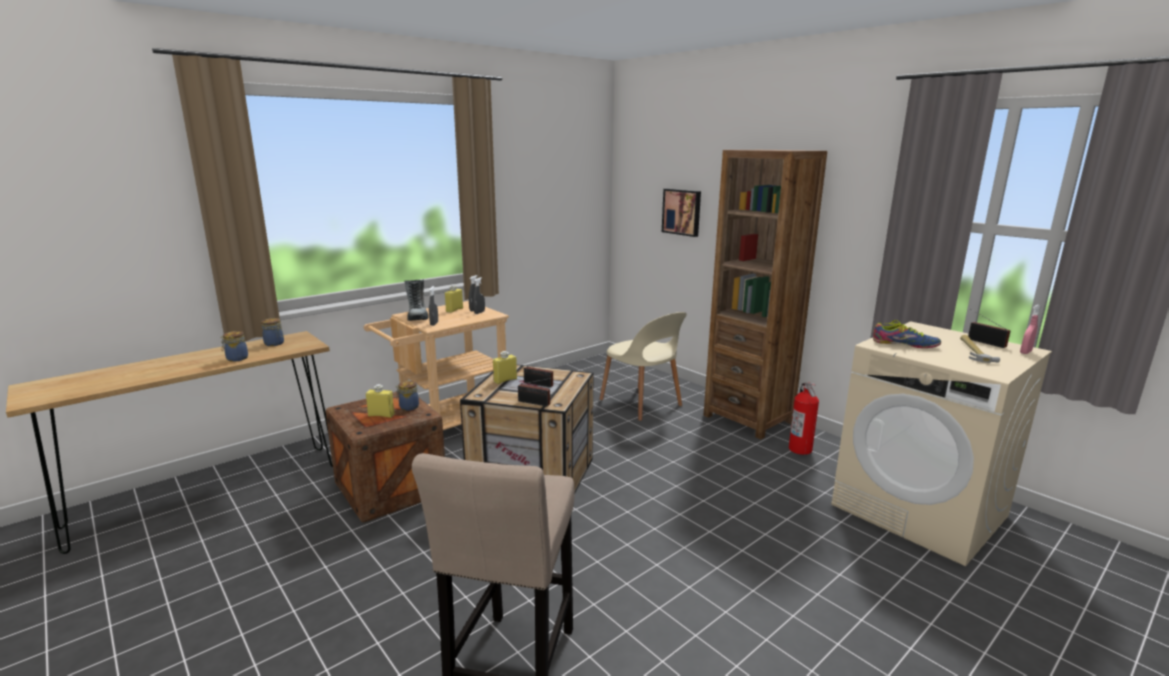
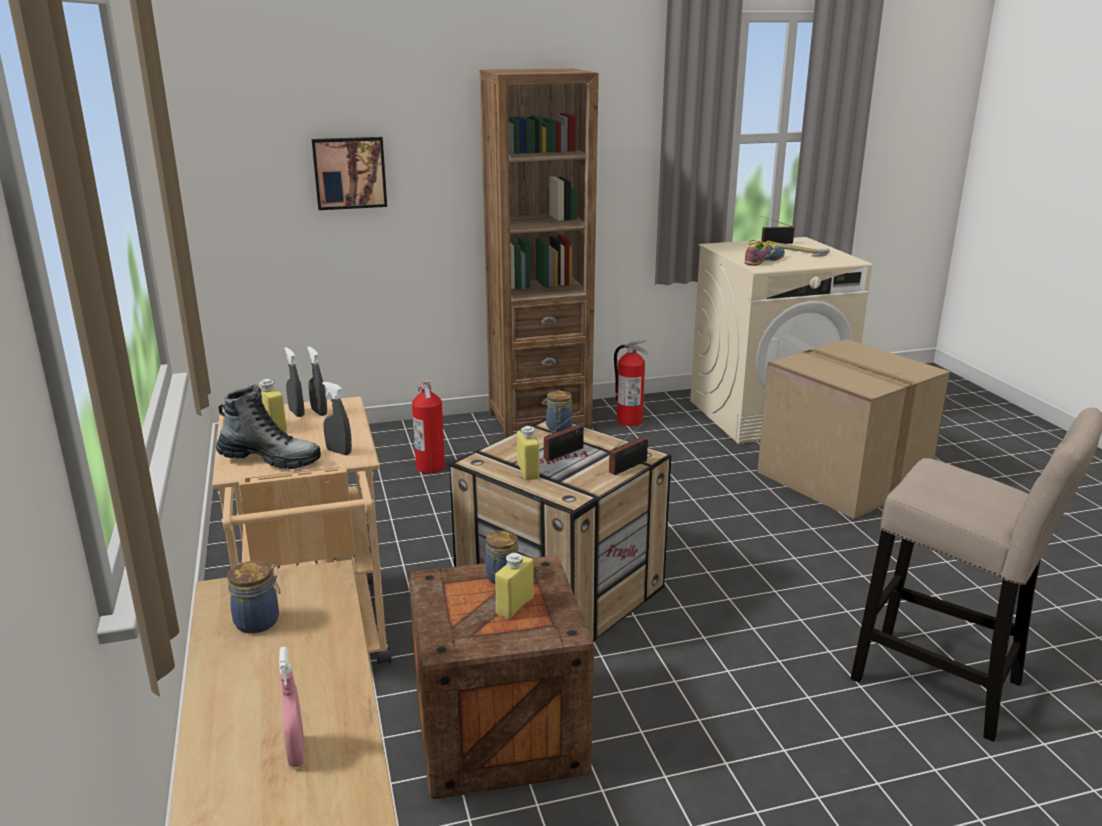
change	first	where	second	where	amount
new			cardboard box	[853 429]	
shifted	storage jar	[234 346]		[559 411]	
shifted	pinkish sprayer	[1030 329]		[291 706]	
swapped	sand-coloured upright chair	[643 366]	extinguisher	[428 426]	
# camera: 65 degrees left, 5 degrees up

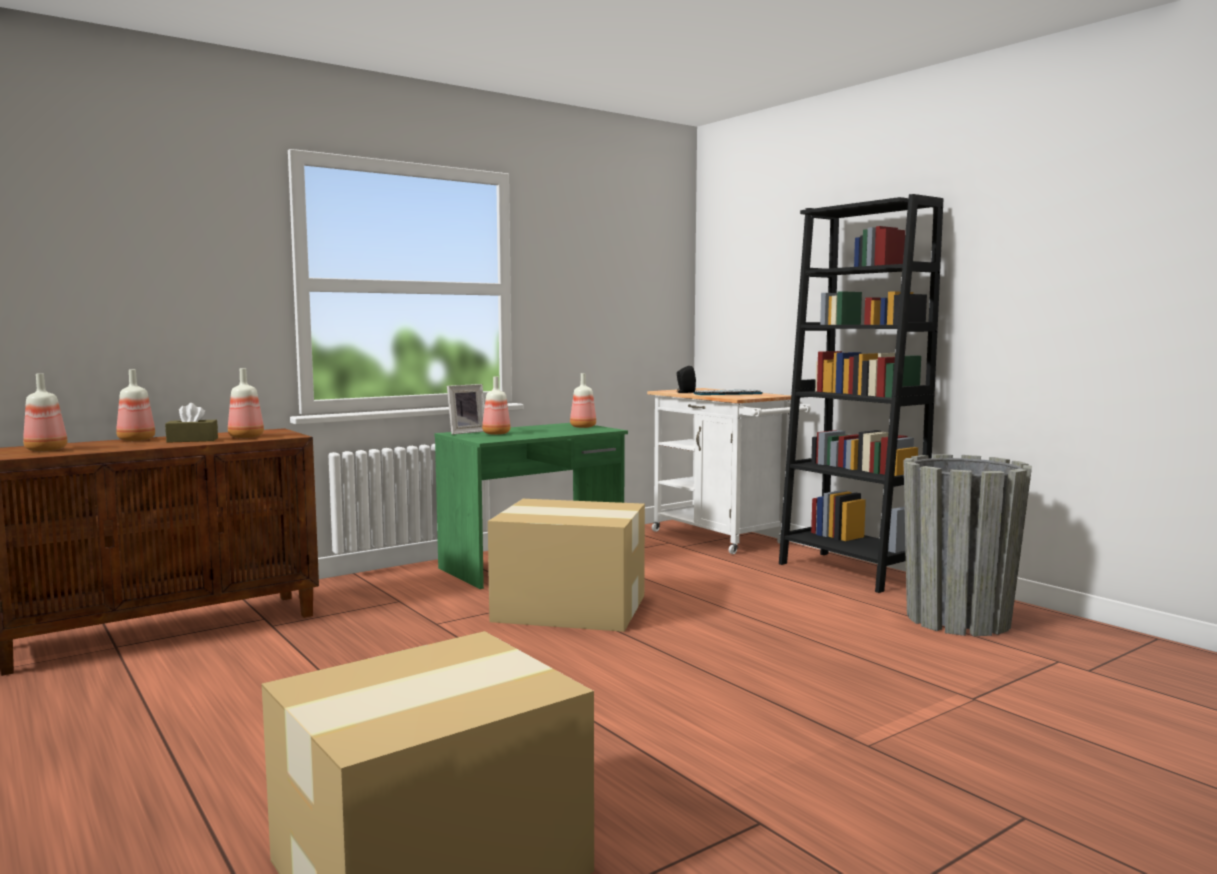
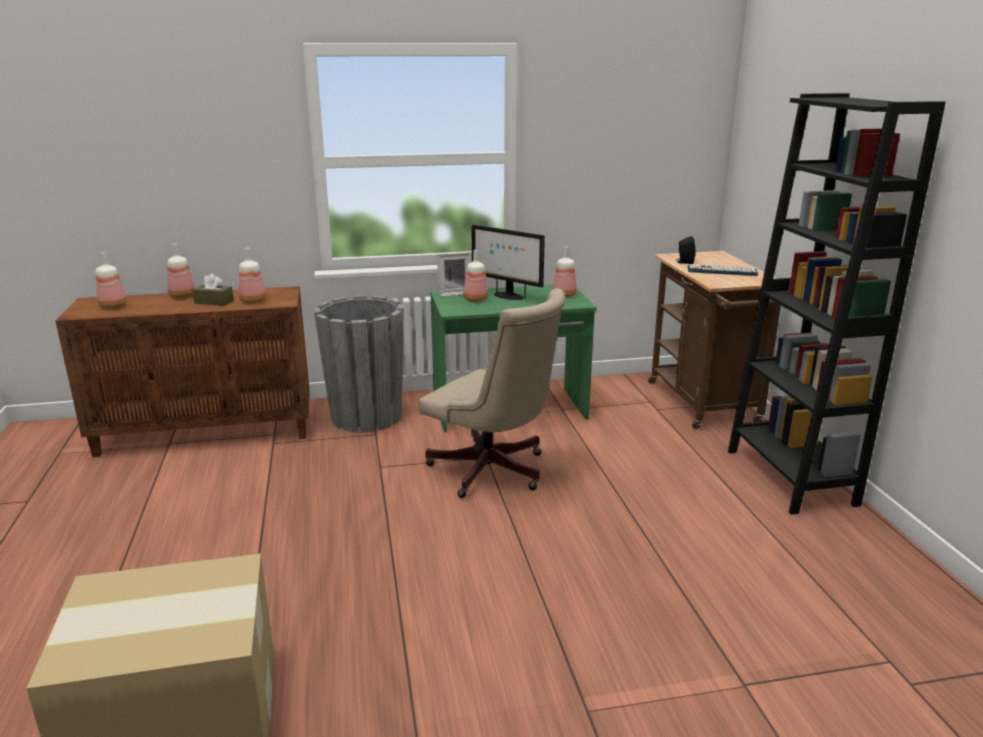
change	first	where	second	where	amount
new			computer screen	[508 262]	
shifted	gray flower pot	[967 545]		[359 364]	
swapped	cardboard box	[566 565]	sand-coloured computer chair	[492 393]	
repainted	white wheeled cart	[729 471]	brown wheeled cart	[714 340]	
# camera: 25 degrees right, 15 degrees up

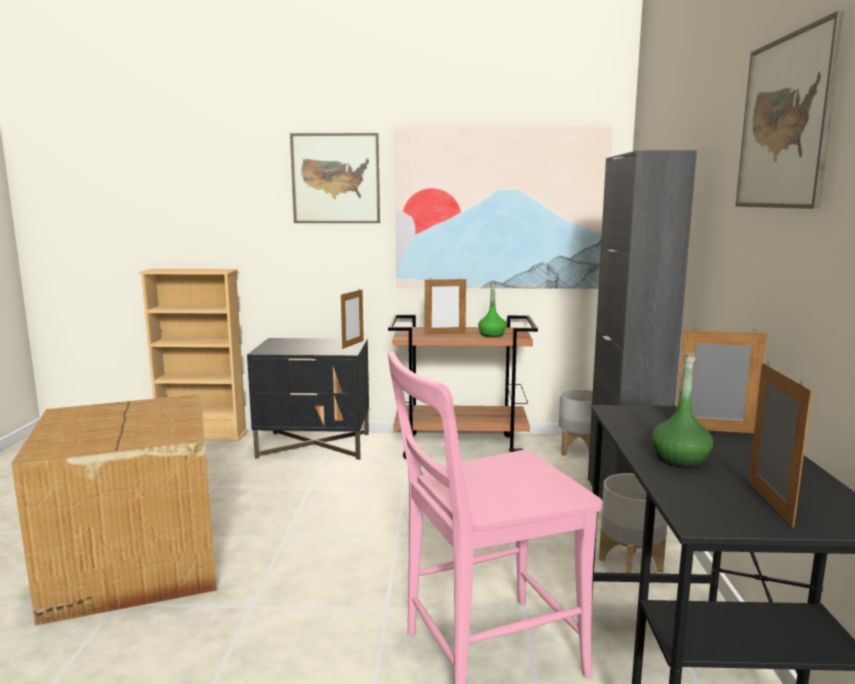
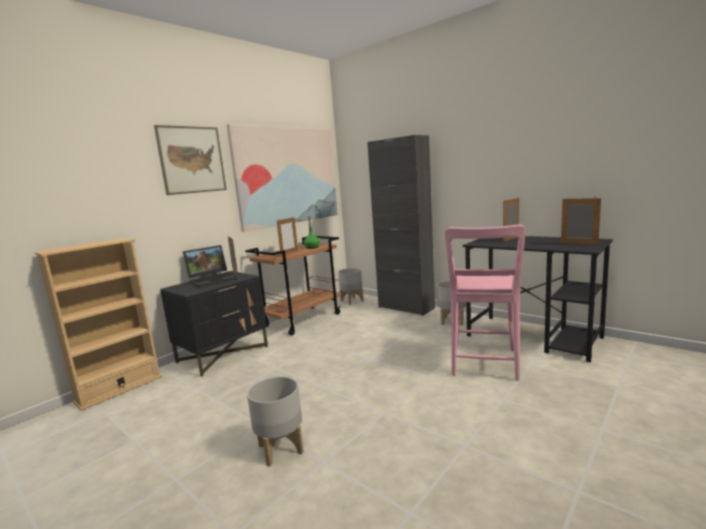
change	first	where	second	where	amount
gone	greenish bottle	[682 410]			
gone	wall picture	[790 109]			
new			laptop	[210 266]	
swapped	cardboard box	[114 510]	gray flower pot	[275 421]	
# camera: 50 degrees left, 0 degrees up

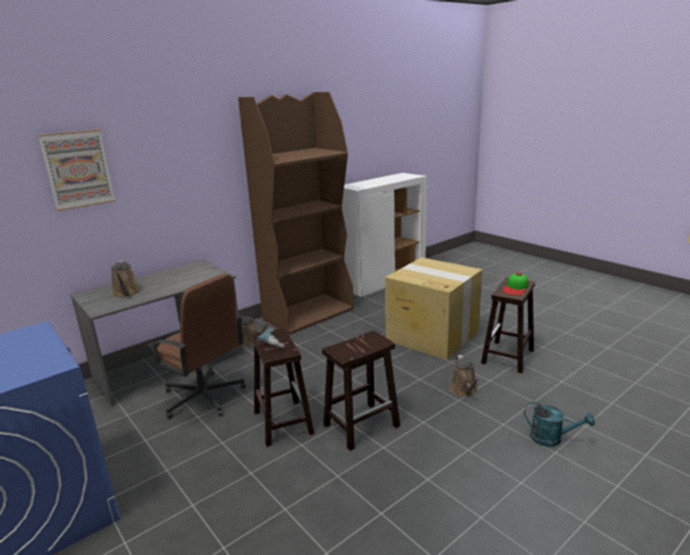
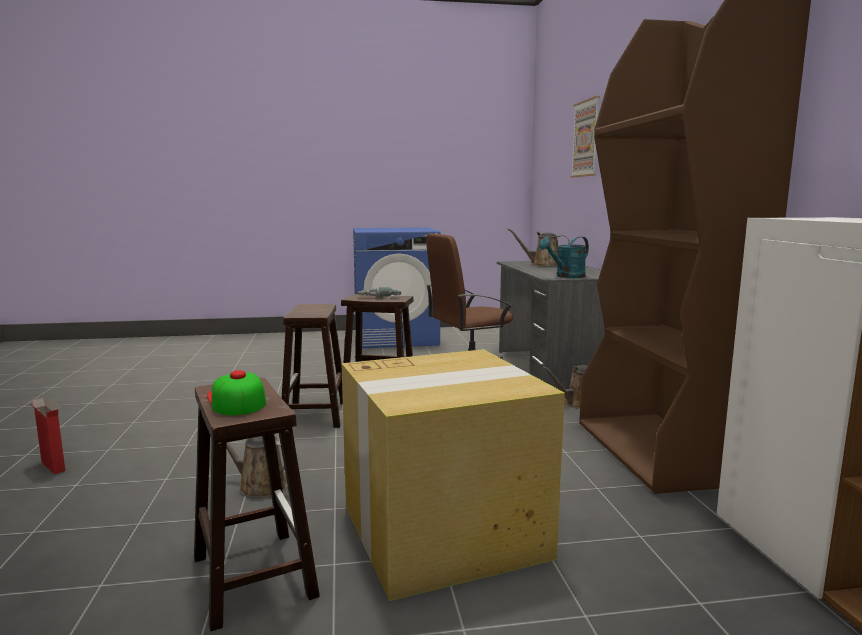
change	first	where	second	where	amount
new			cardboard box	[48 436]	
shifted	blue-green sprinkling can	[559 424]		[564 257]	
# camera: 120 degrees right, 10 degrees down

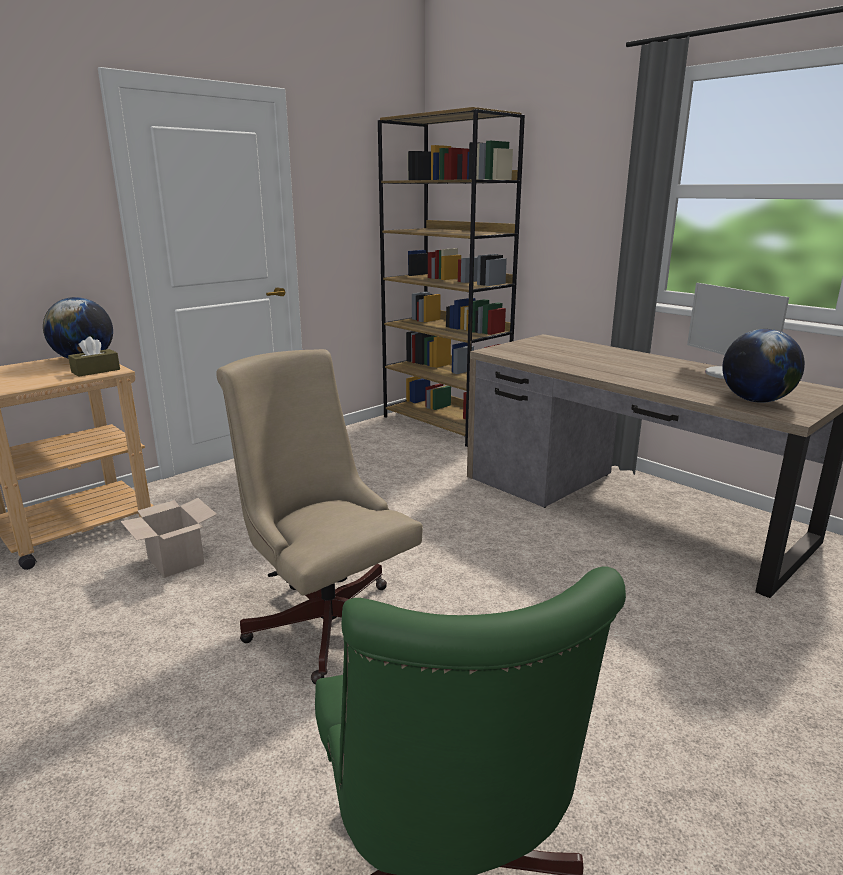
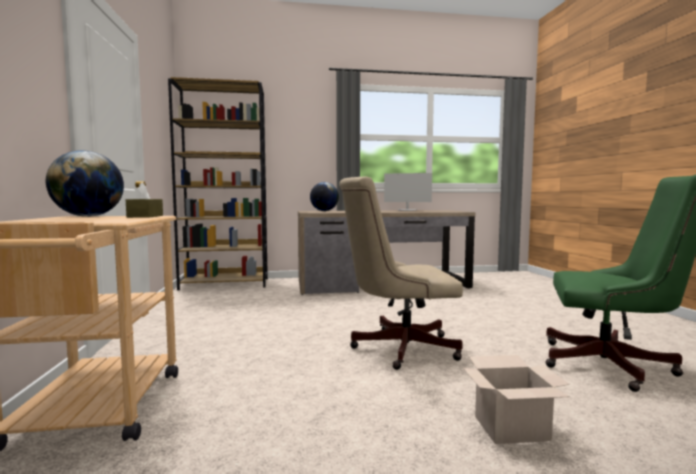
change	first	where	second	where	amount
shifted	cardboard box	[168 538]		[516 399]	
shifted	globe	[763 366]		[324 196]	
# camera: 55 degrees left, 15 degrees down

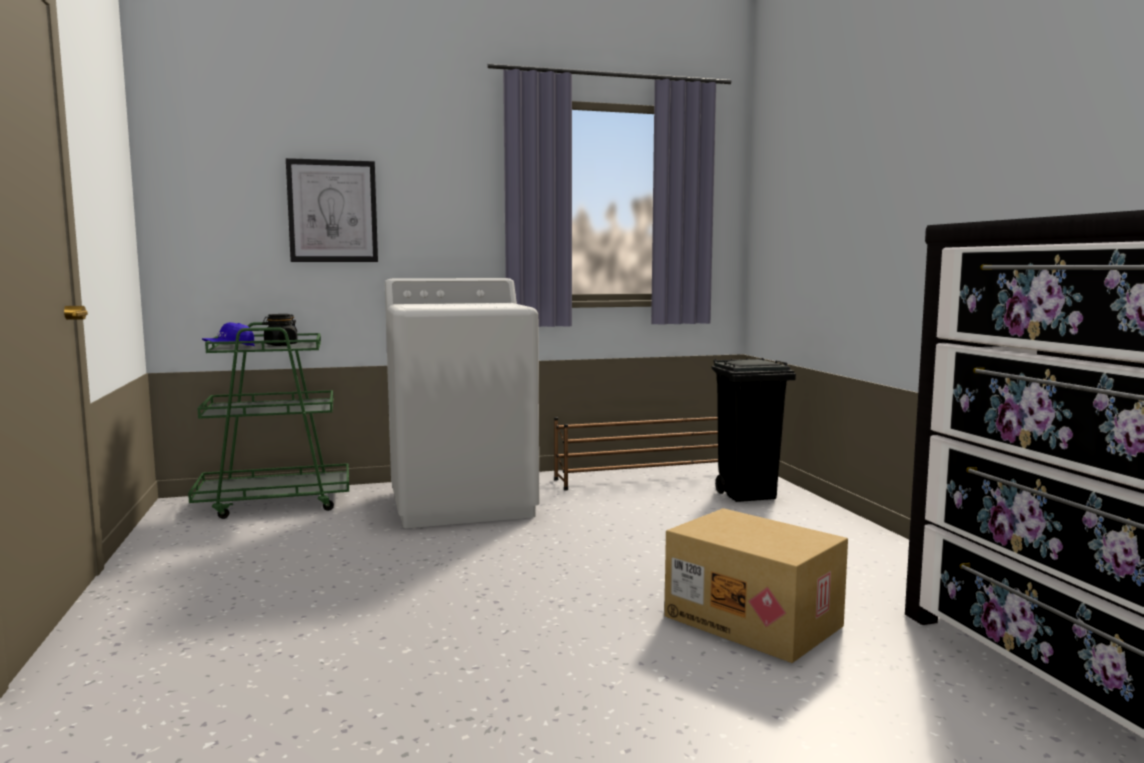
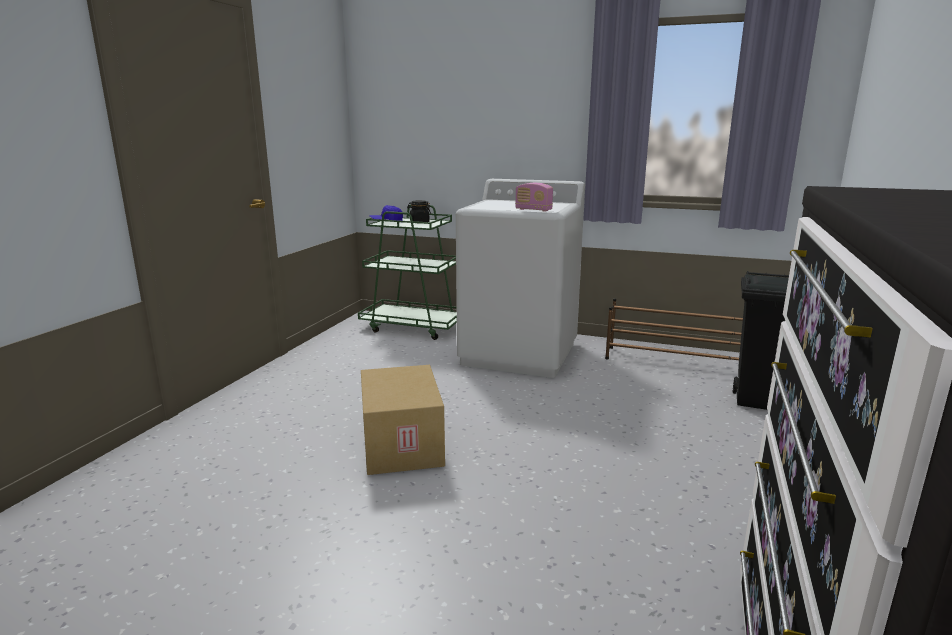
change	first	where	second	where	amount
gone	wall picture	[332 210]			
new			radio receiver	[534 197]	
shifted	cardboard box	[756 585]		[403 420]	
# camera: 35 degrees right, 10 degrees up

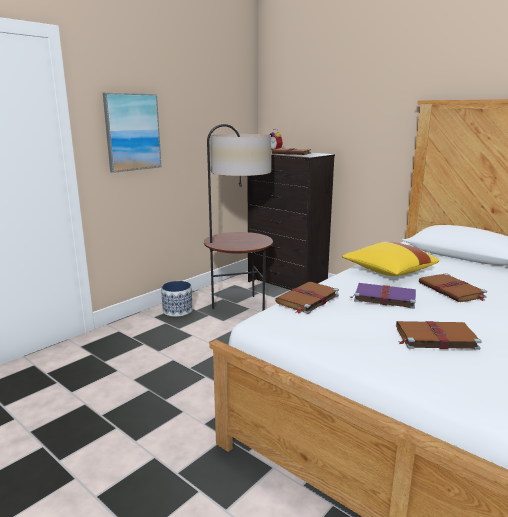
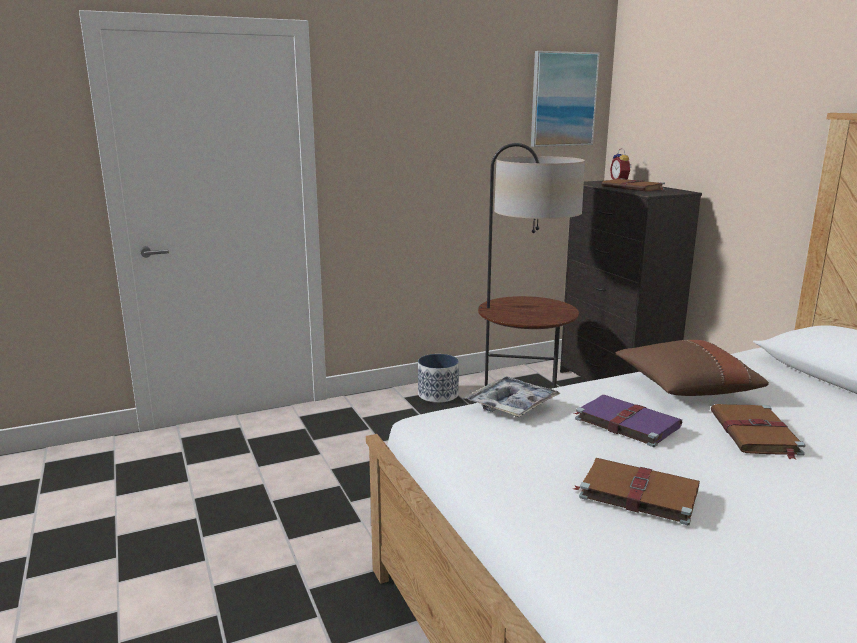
change	first	where	second	where	amount
shifted	wall picture	[132 133]		[565 99]	
swapped	brown bound book	[307 298]	tray	[513 396]	
repainted	yellow-coloured cushion	[390 258]	brown cushion	[692 368]	
# camera: 25 degrees right, 0 degrees up

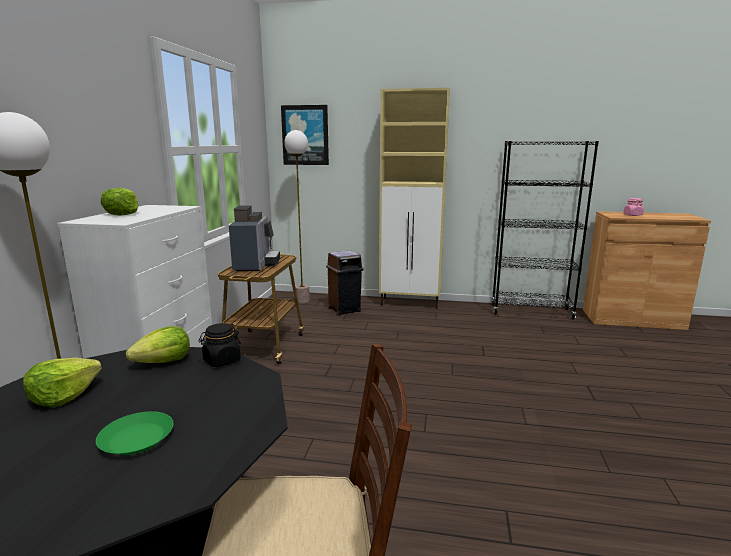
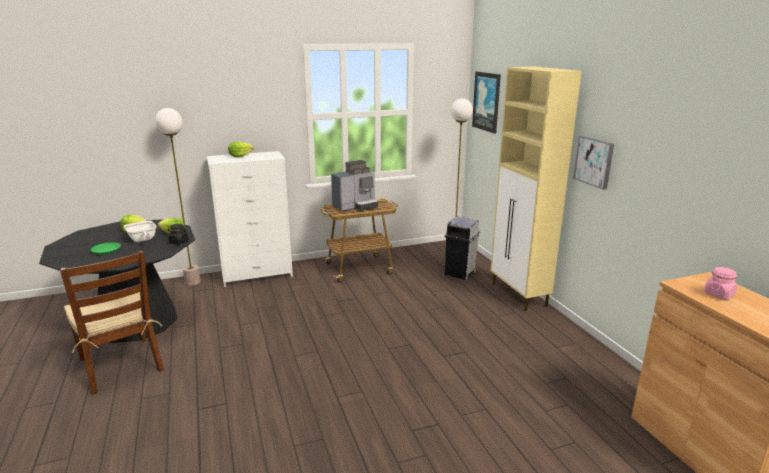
change	first	where	second	where	amount
gone	blackish bookshelf	[545 230]			
new			pan	[140 231]	
new			wall picture	[593 163]	
repainted	brown waste bin	[345 282]	white waste bin	[462 248]	
# camera: 60 degrees right, 5 degrees up

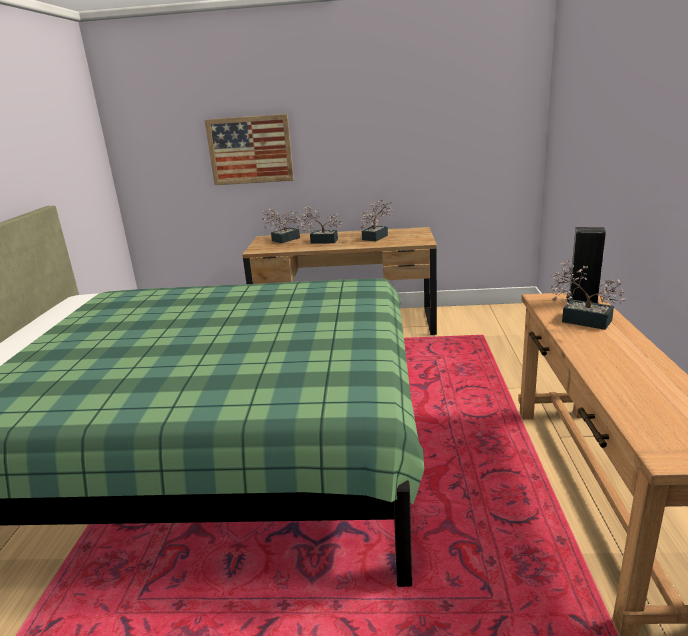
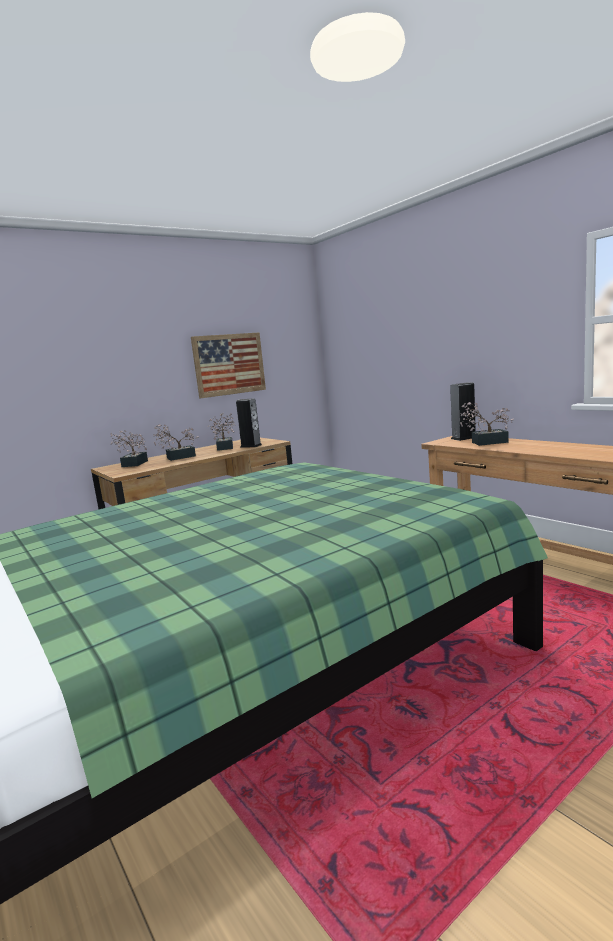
change	first	where	second	where	amount
new			loudspeaker	[249 422]	
shifted	wall picture	[249 149]		[228 365]	
# camera: 40 degrees left, 10 degrees down

